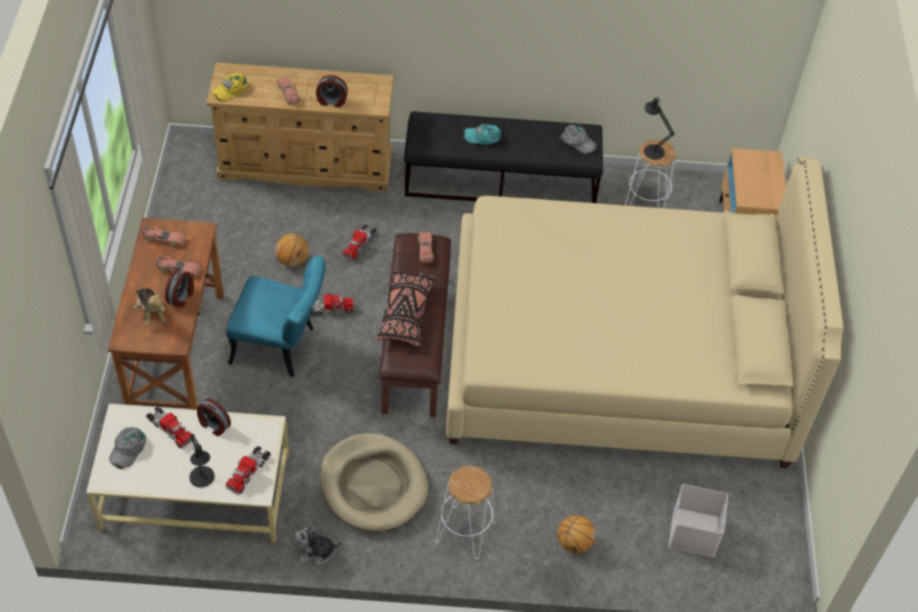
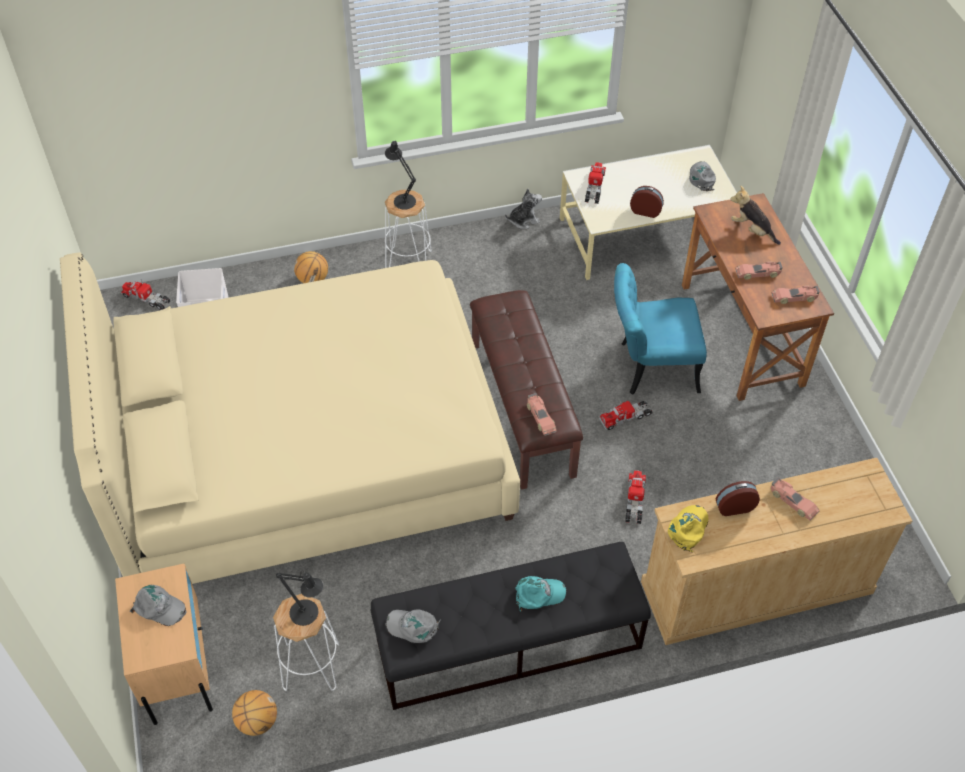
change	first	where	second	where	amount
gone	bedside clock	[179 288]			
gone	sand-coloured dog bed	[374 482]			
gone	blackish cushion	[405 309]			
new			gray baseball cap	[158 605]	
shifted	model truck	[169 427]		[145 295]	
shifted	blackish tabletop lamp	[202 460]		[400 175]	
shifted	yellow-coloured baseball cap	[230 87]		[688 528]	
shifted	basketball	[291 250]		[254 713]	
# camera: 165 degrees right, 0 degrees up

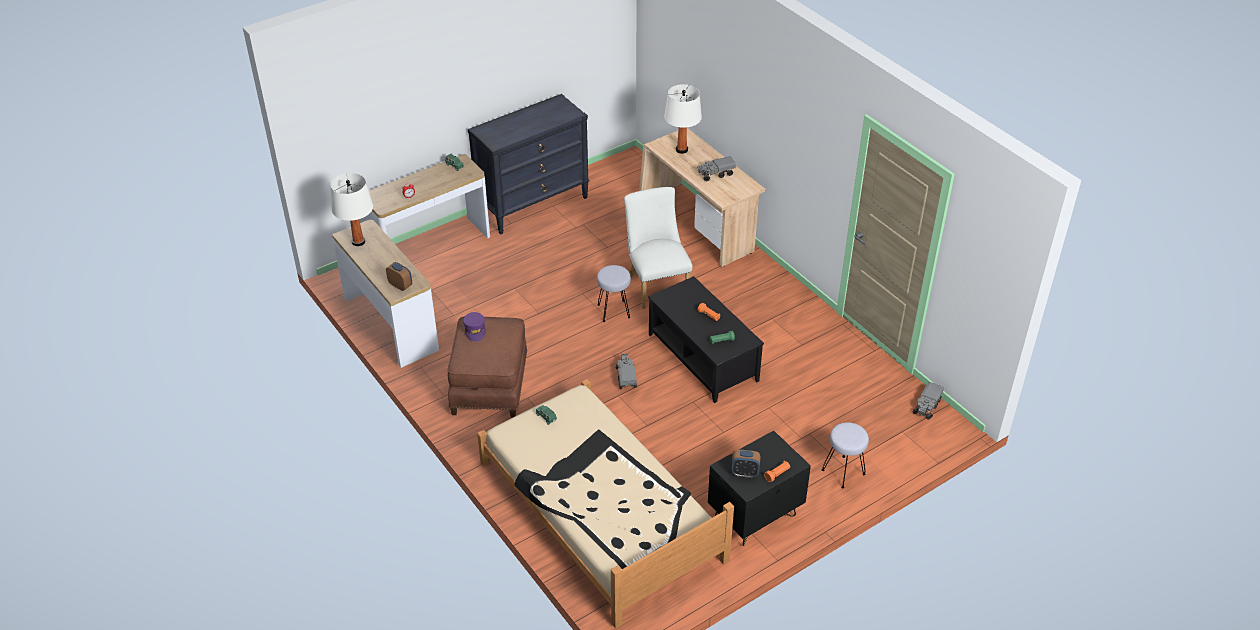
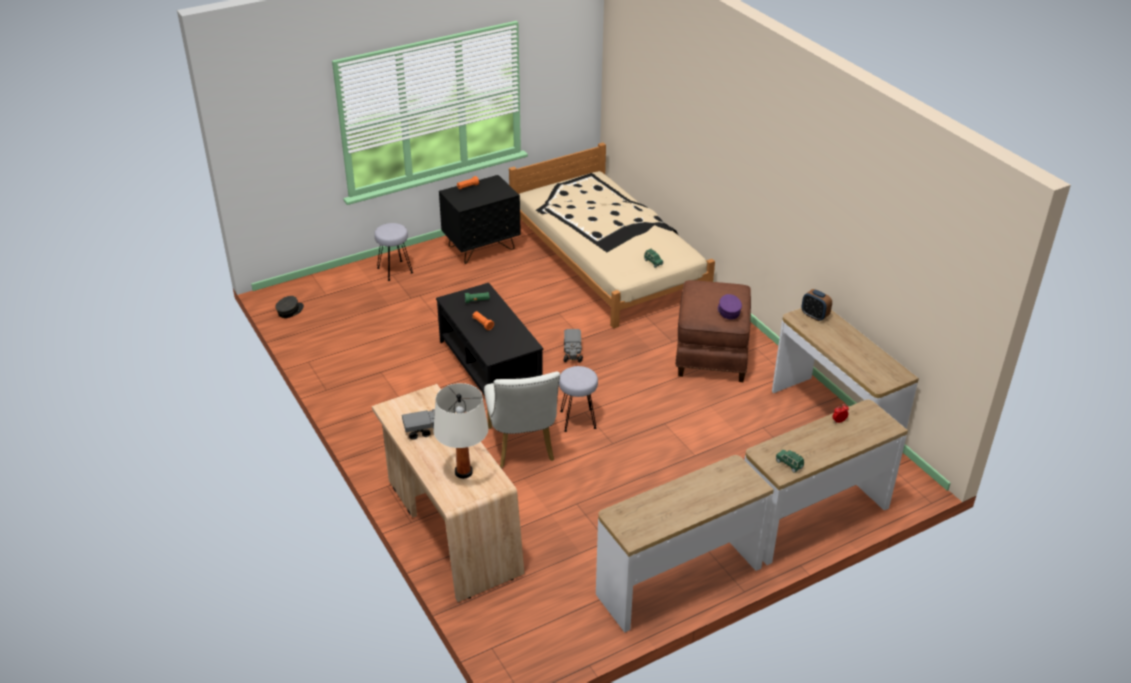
change	first	where	second	where	amount
gone	white tabletop lamp	[352 209]			
gone	bedside clock	[746 464]			
swapped	blackish chest of drawers	[528 164]	narrow table	[685 544]	
swapped	model truck	[928 401]	gray baseball cap	[289 307]	
# camera: 175 degrees left, 5 degrees down

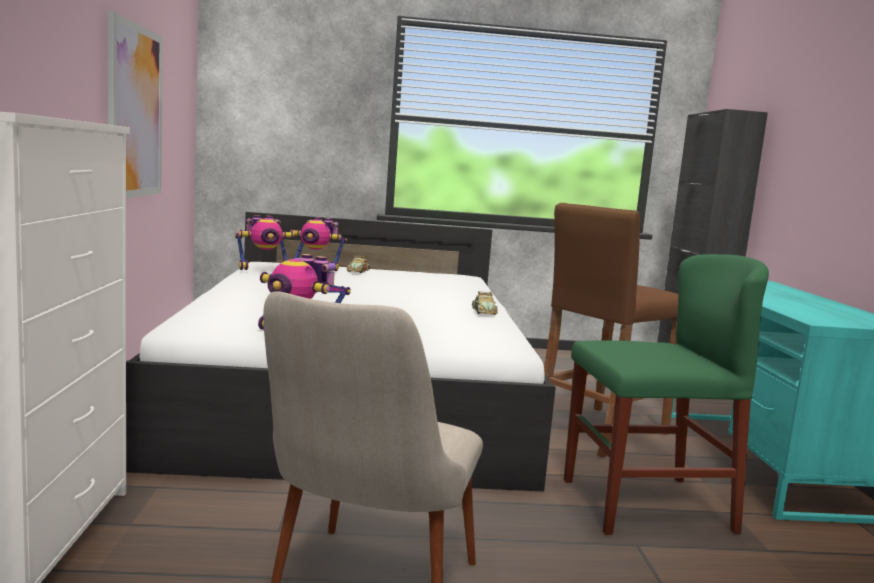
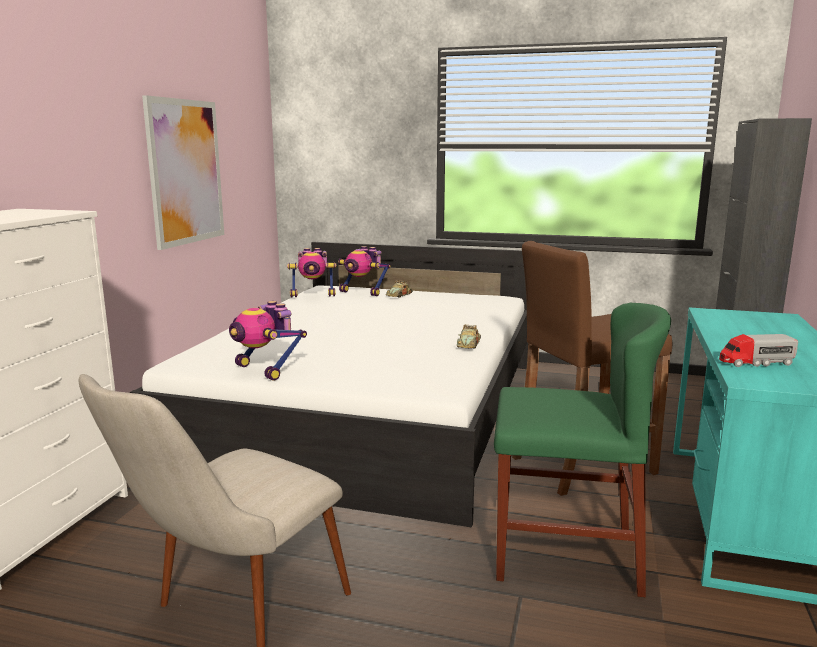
change	first	where	second	where	amount
new			model truck	[758 350]	
# camera: 20 degrees right, 5 degrees up

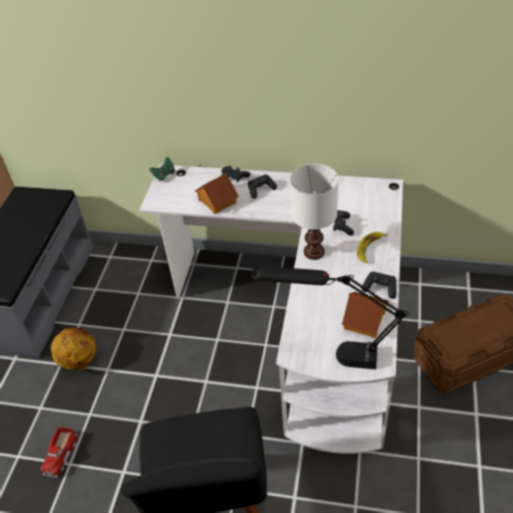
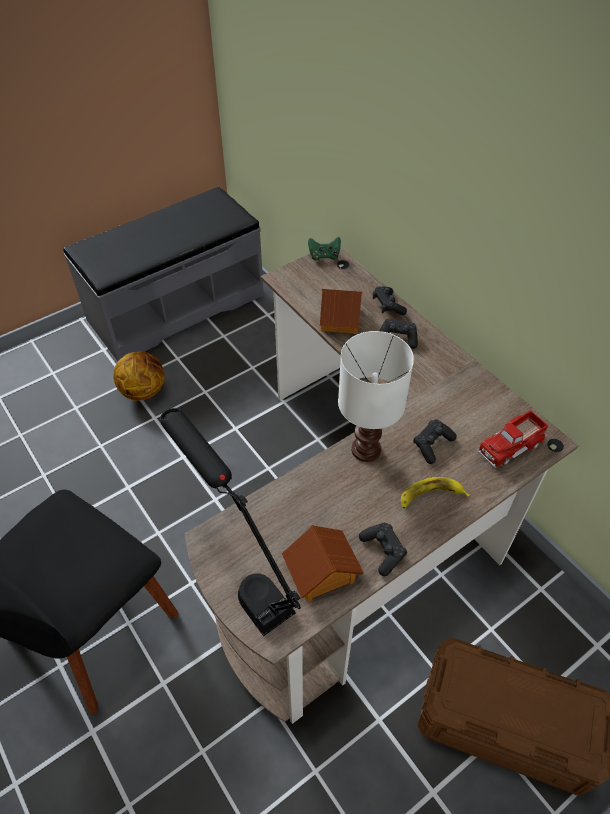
change	first	where	second	where	amount
shifted	model truck	[59 452]		[512 439]	
repainted	white desk unit	[271 309]	brown desk unit	[381 485]	
# camera: 40 degrees right, 5 degrees up

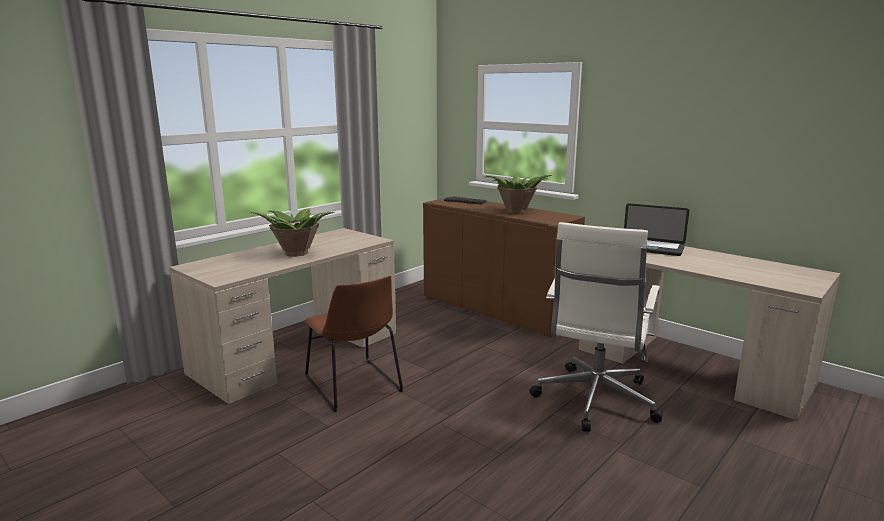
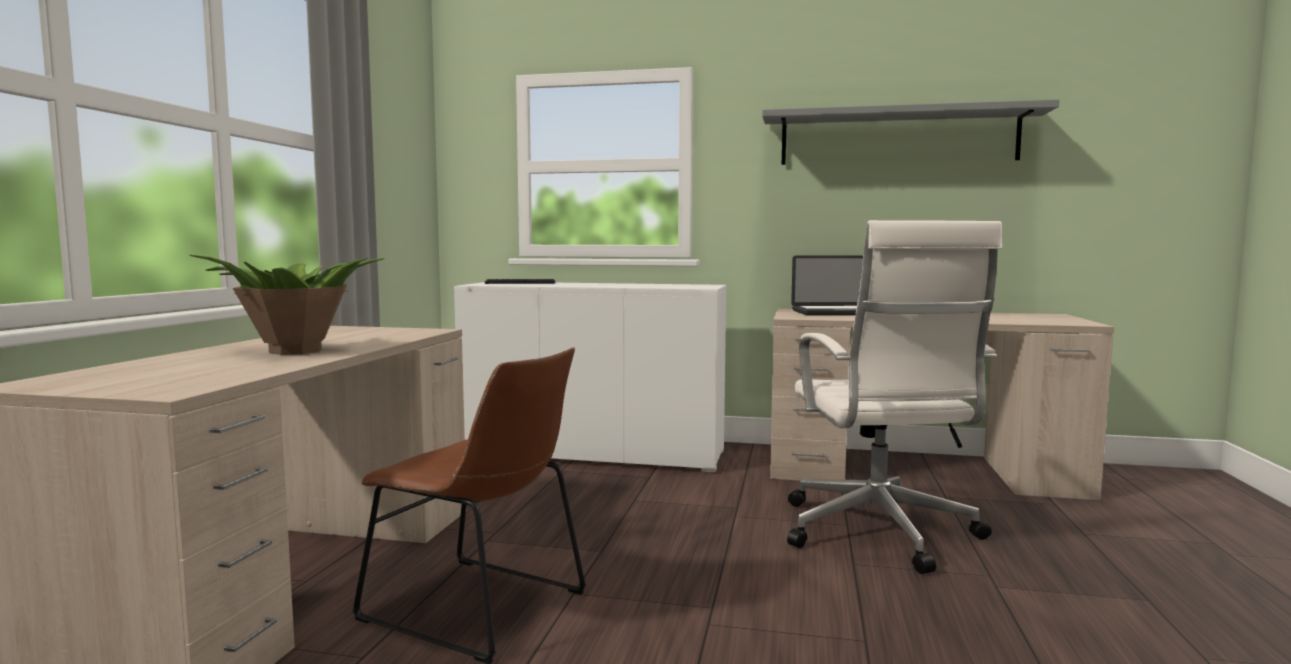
change	first	where	second	where	amount
gone	plant in a pot	[519 194]			
new			gray wall shelf	[910 132]	
repainted	brown cabinet	[504 267]	white cabinet	[590 377]	
# camera: 30 degrees left, 10 degrees down

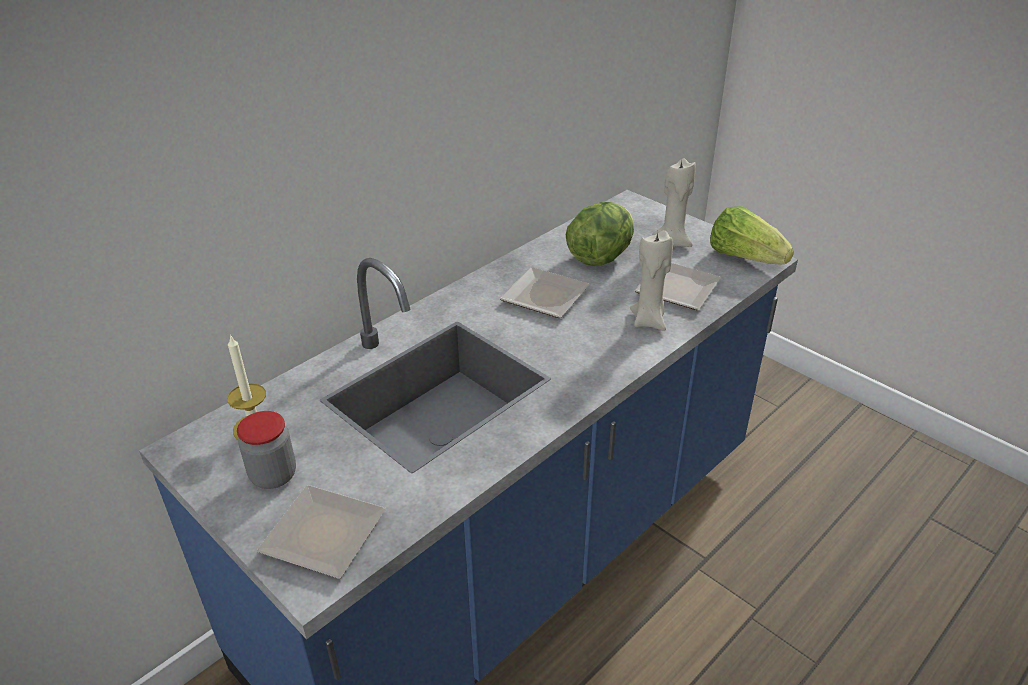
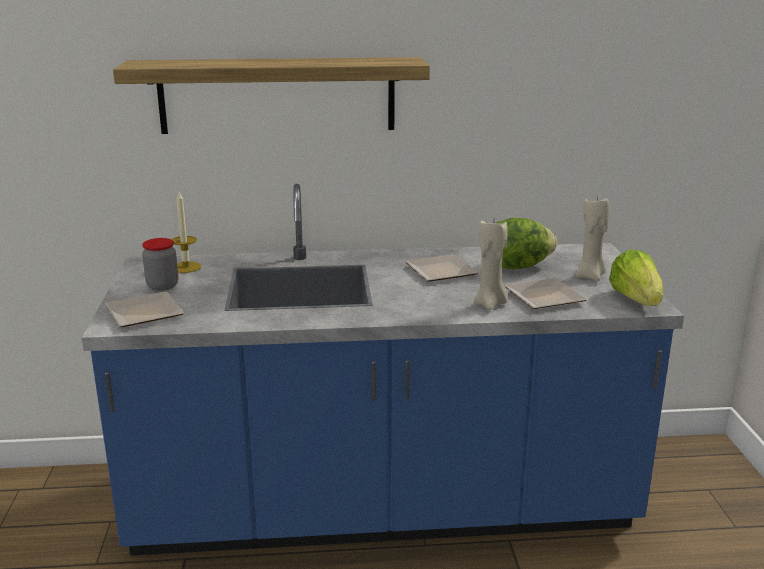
change	first	where	second	where	amount
new			wall shelf	[271 95]	
# camera: 40 degrees right, 15 degrees down

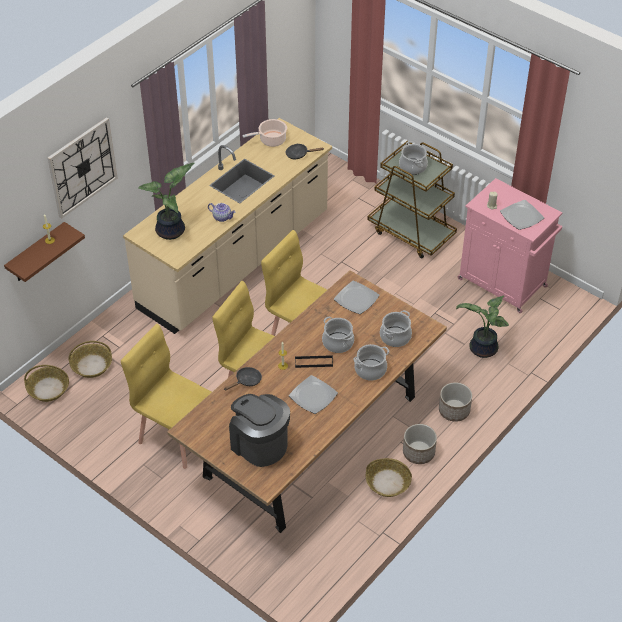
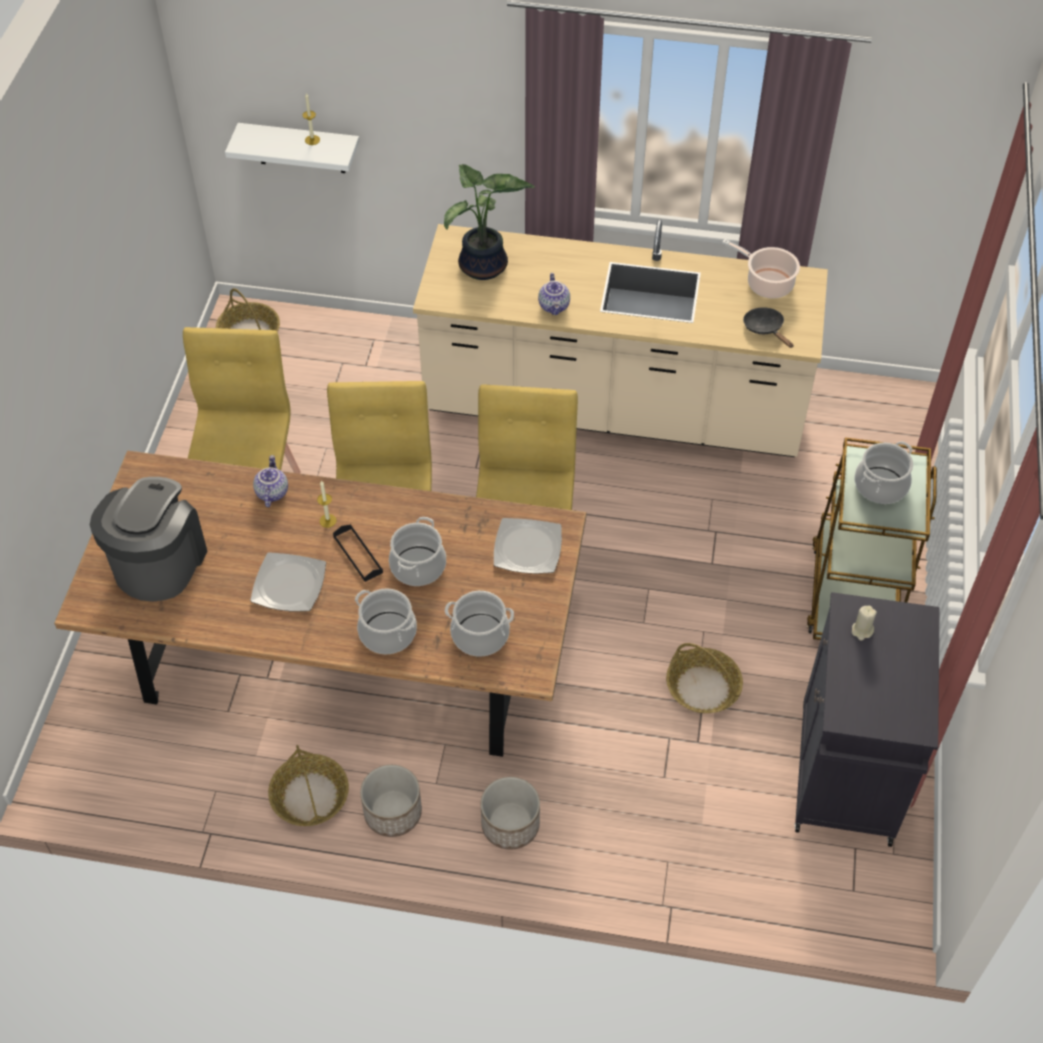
change	first	where	second	where	amount
gone	wall clock	[83 168]			
gone	plant in a pot	[482 326]			
gone	dinner plate	[522 215]			
shifted	storage basket	[90 359]		[704 678]	
swapped	blackish pan	[243 378]	teapot	[270 481]	
repainted	brown wall shelf	[44 252]	white wall shelf	[292 148]	
repainted	pinkish cabinet	[510 245]	blackish cabinet	[867 719]	
# camera: 60 degrees right, 5 degrees up

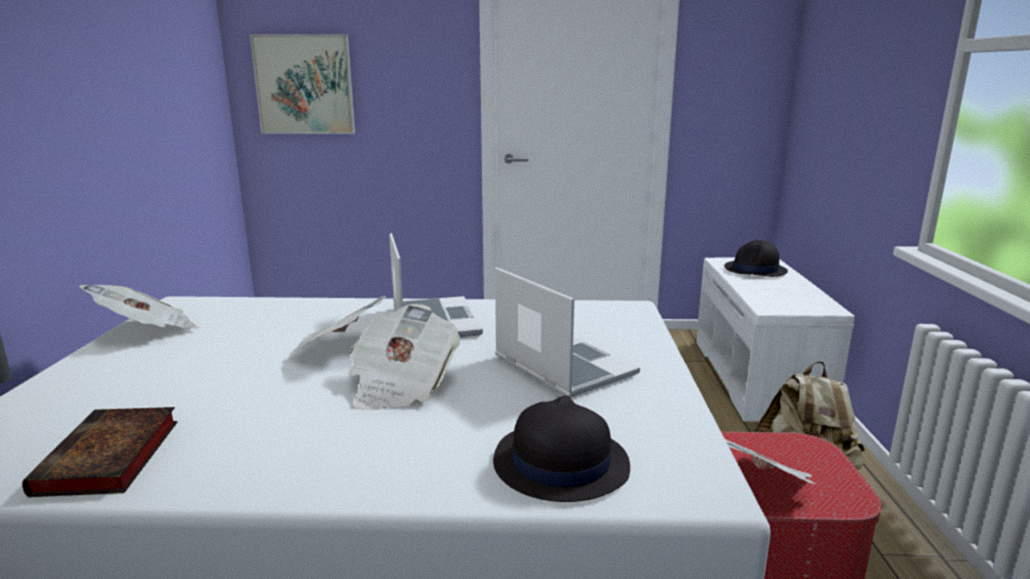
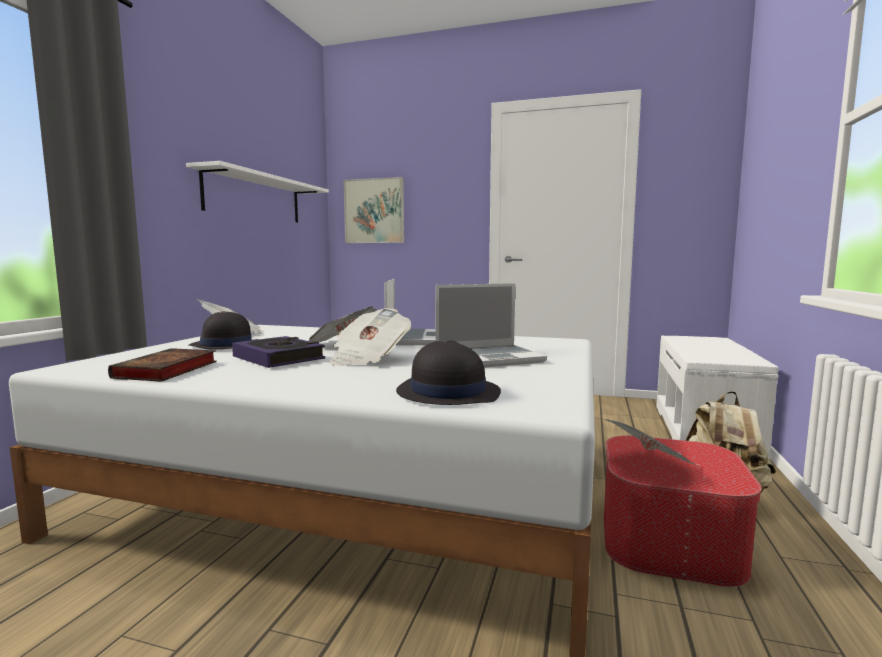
change	first	where	second	where	amount
new			white wall shelf	[257 191]	
new			bound book	[278 352]	
shifted	blackish hat	[756 258]		[223 330]	
rotated	laptop	[567 332]		[491 325]	90 degrees clockwise
# camera: 15 degrees right, 10 degrees down

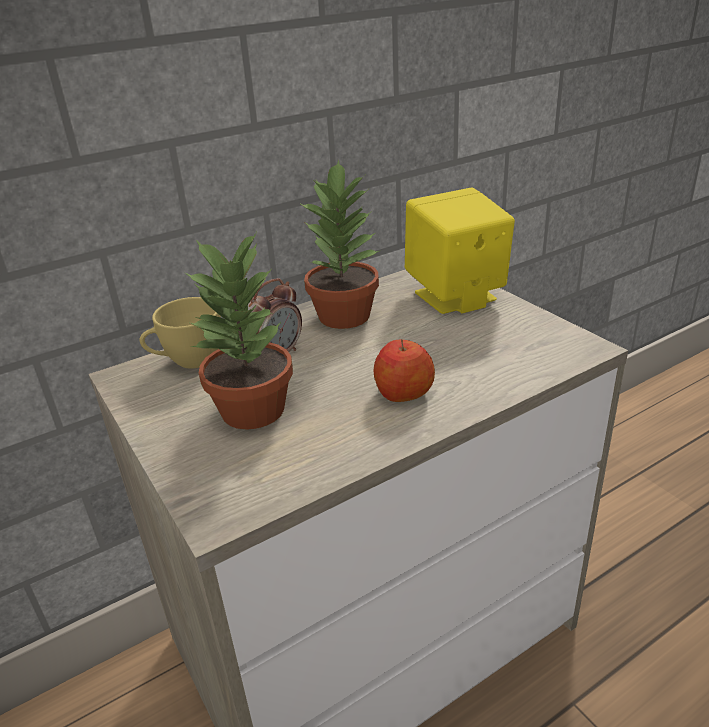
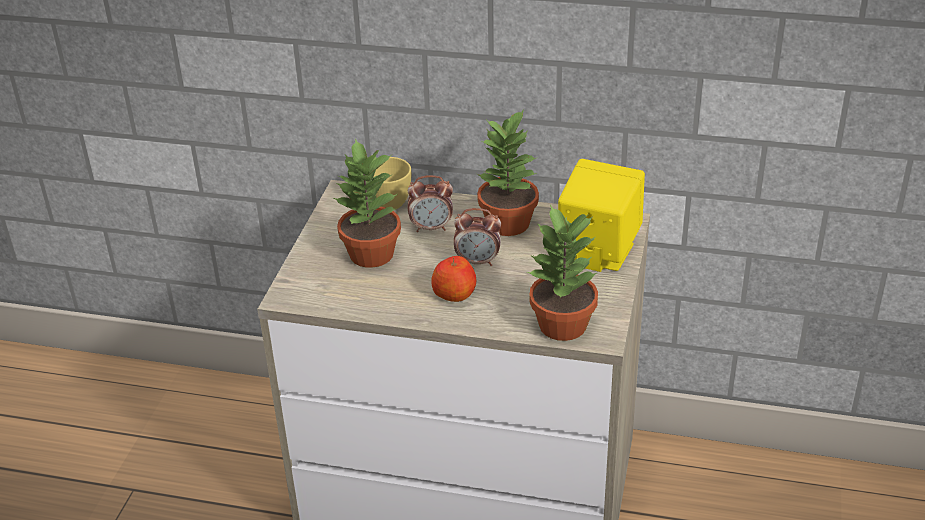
change	first	where	second	where	amount
new			bedside clock	[477 237]	
new			plant in a pot	[562 273]	
# camera: 45 degrees right, 5 degrees up

